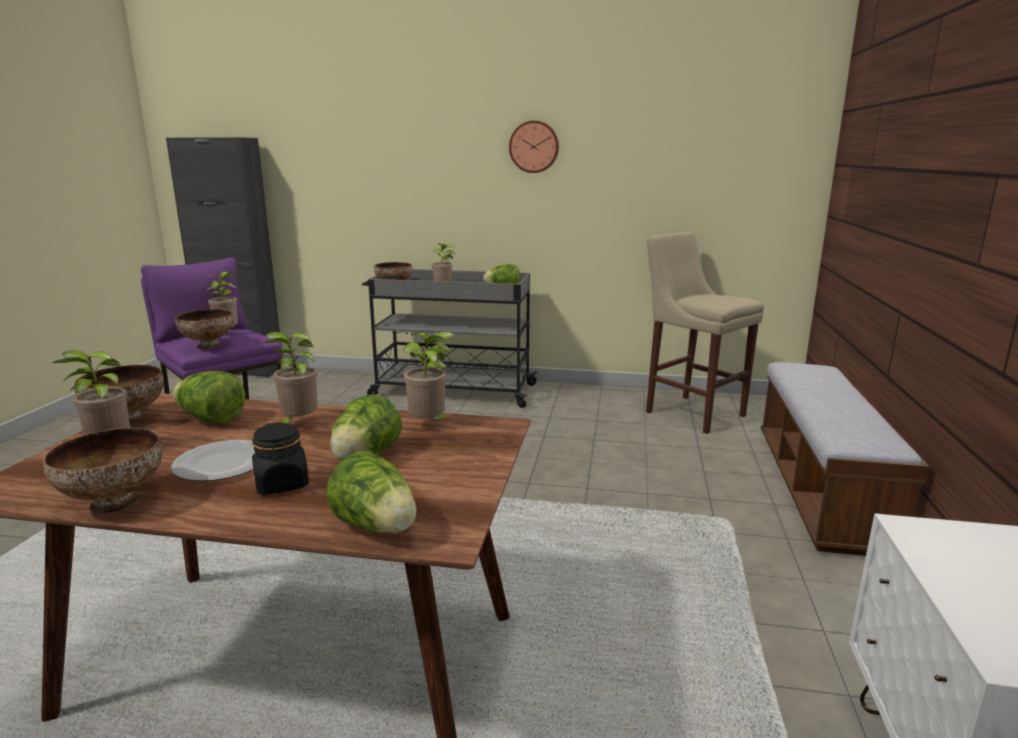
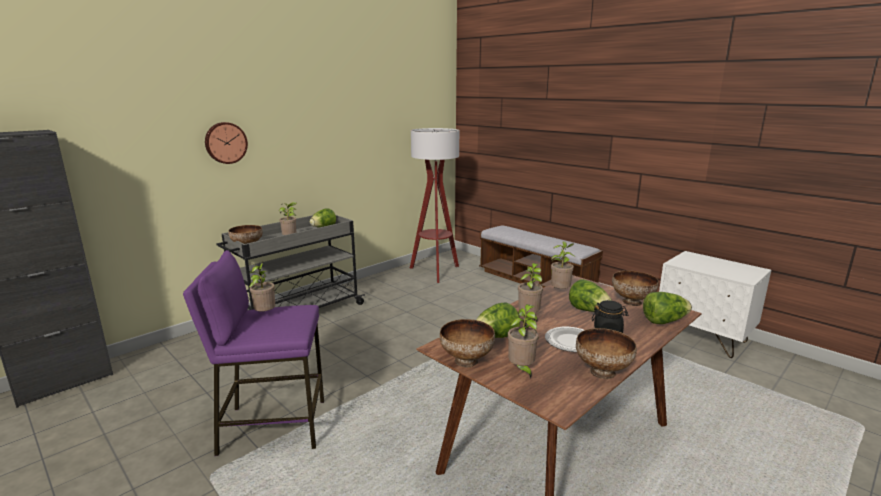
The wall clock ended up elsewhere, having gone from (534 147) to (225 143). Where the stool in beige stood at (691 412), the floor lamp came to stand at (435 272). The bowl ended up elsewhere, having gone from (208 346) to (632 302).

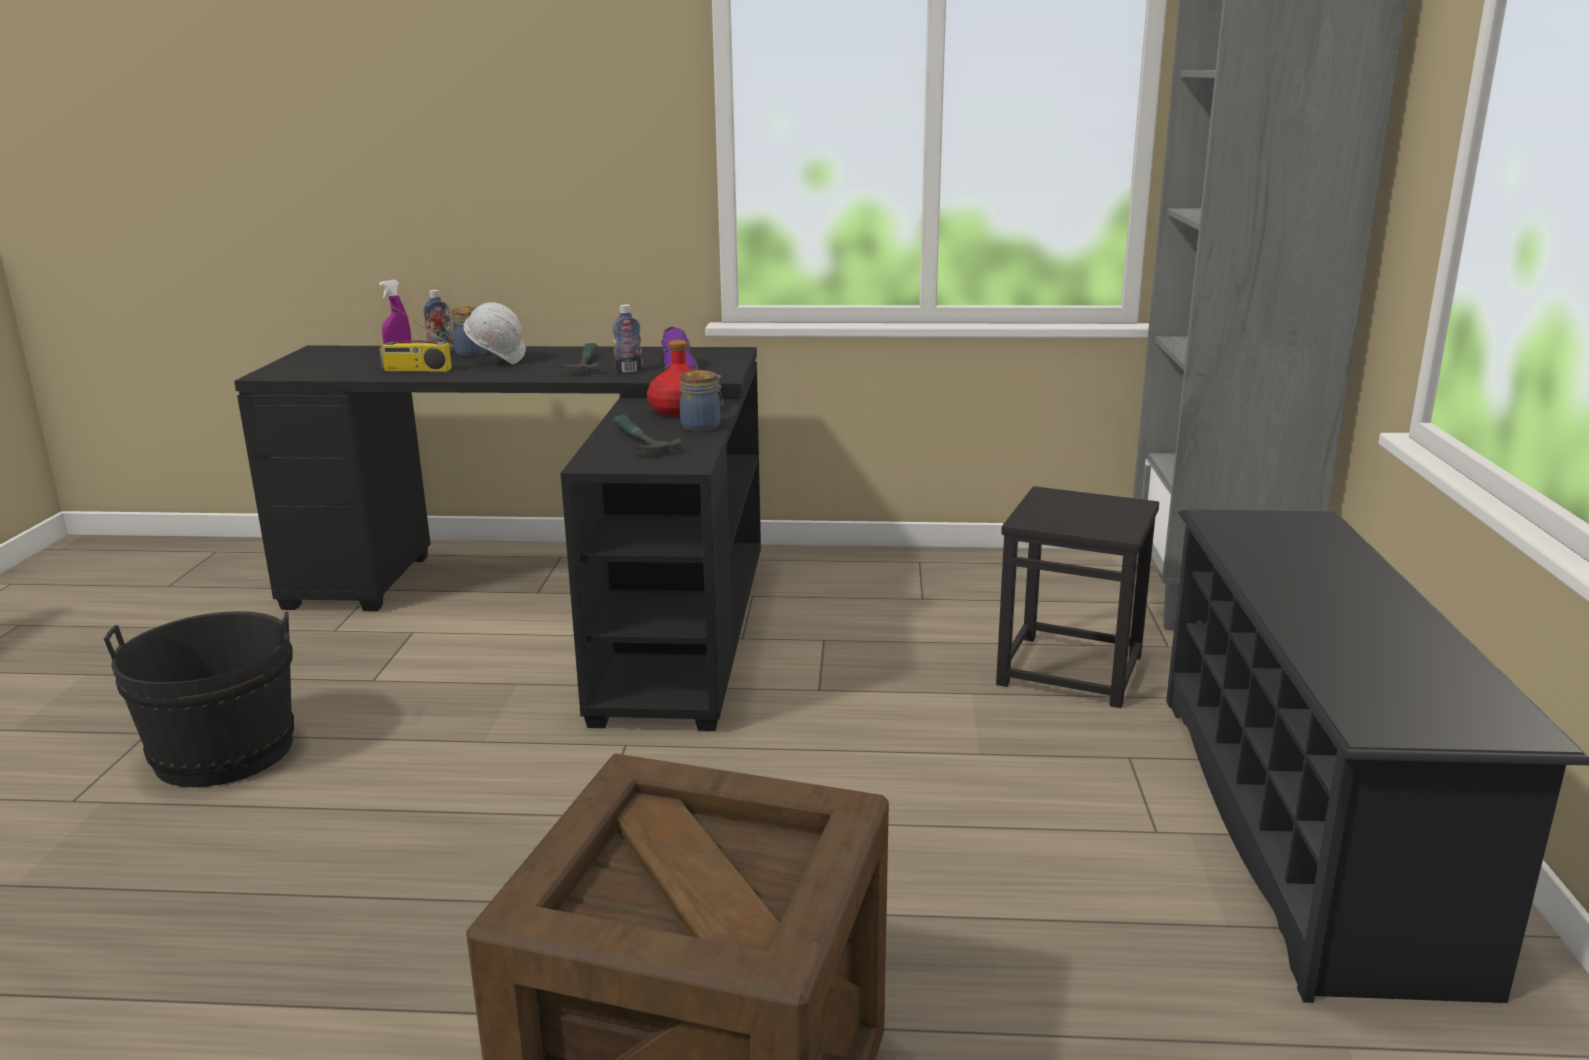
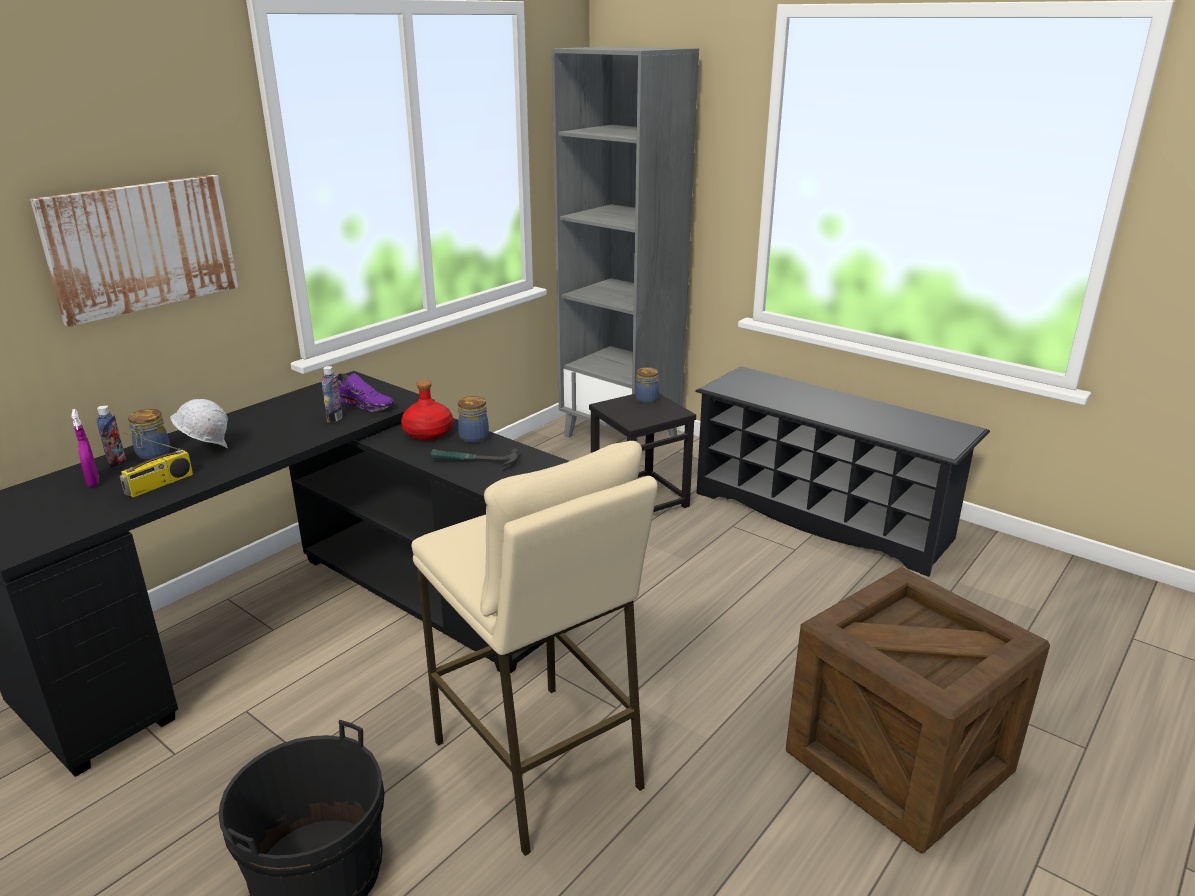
The second view gained the picture at (141 246). The second view gained the stool in beige at (538 765). The second view gained the jar at (647 399). The second view lost the hammer at (584 364).

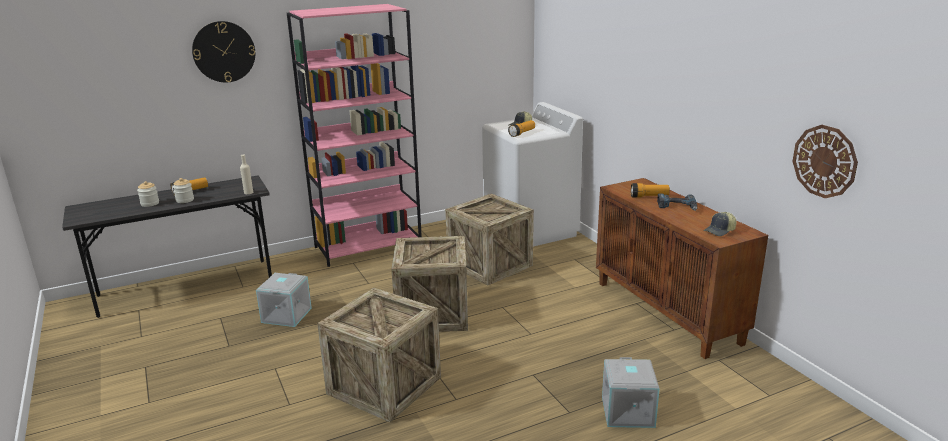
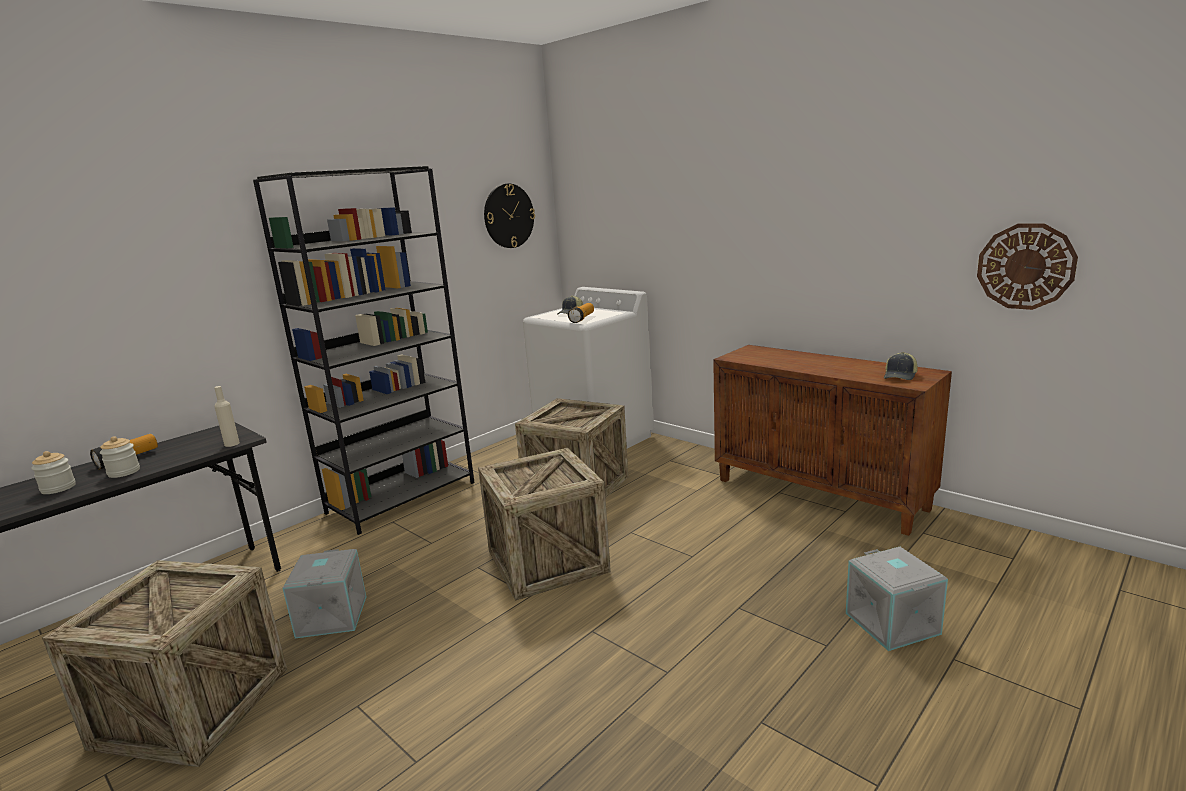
The crate ended up elsewhere, having gone from (384 385) to (192 707). What was the bookcase in pink at (368 246) turned into the bookcase in black at (402 497). The wall clock ended up elsewhere, having gone from (224 52) to (508 216). The second view lost the flashlight at (649 196). The second view lost the power drill at (677 206).

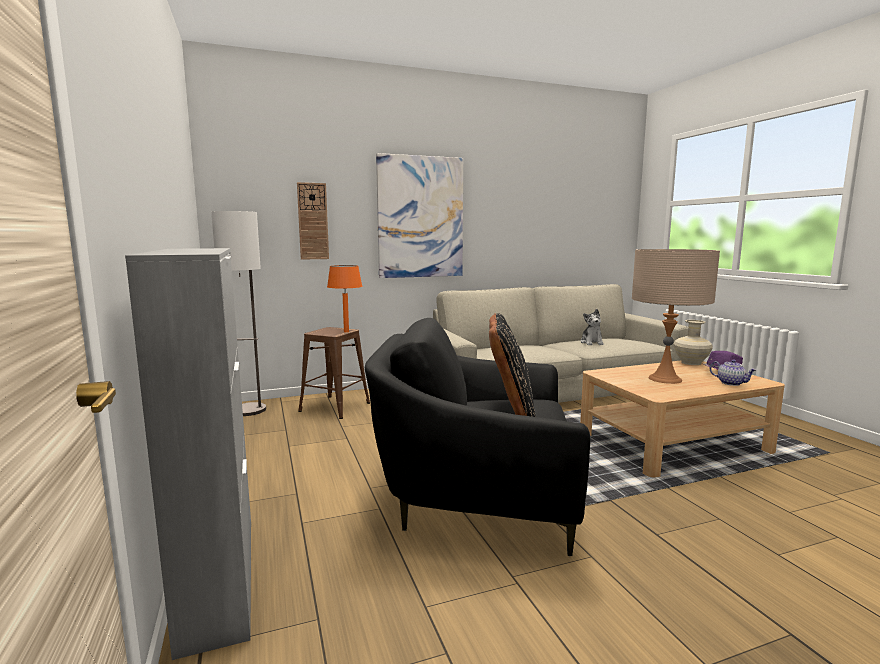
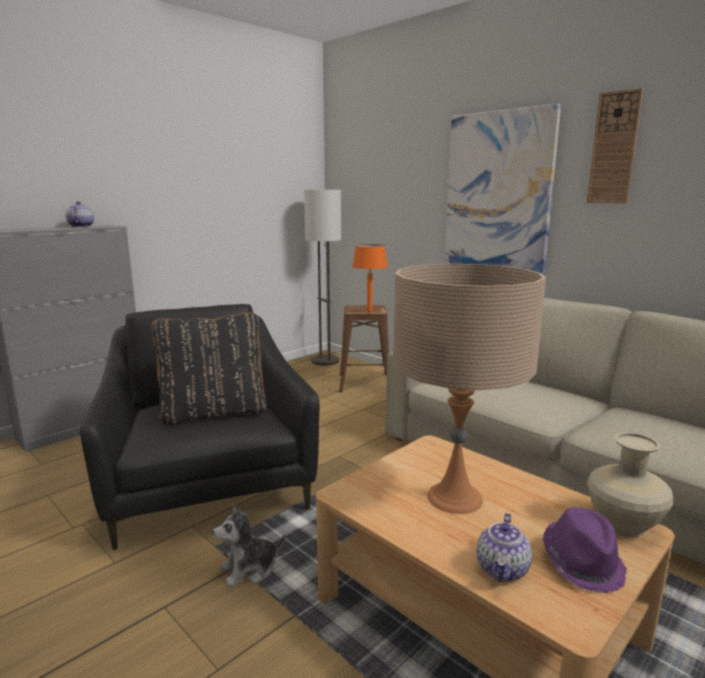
The second view gained the teapot at (80 226). The plush toy ended up elsewhere, having gone from (592 342) to (249 570). The wall clock ended up elsewhere, having gone from (313 221) to (614 148).

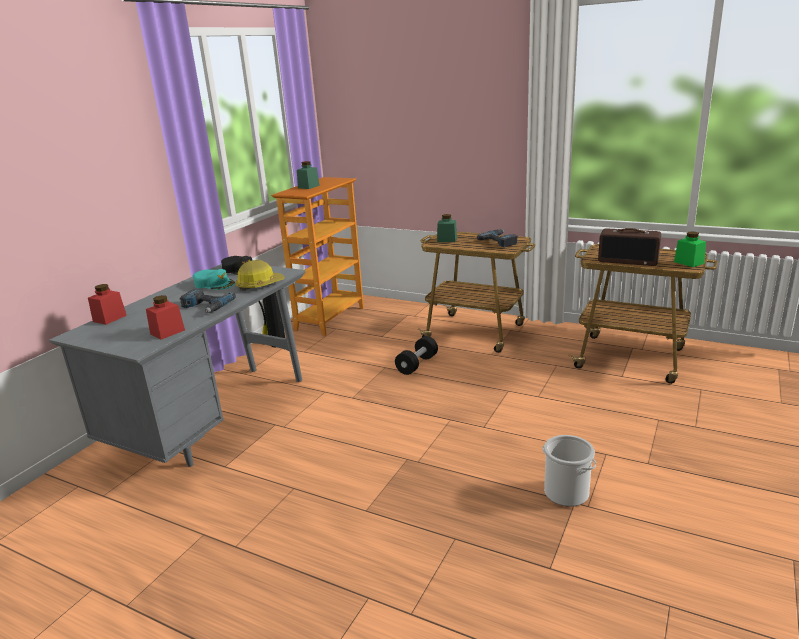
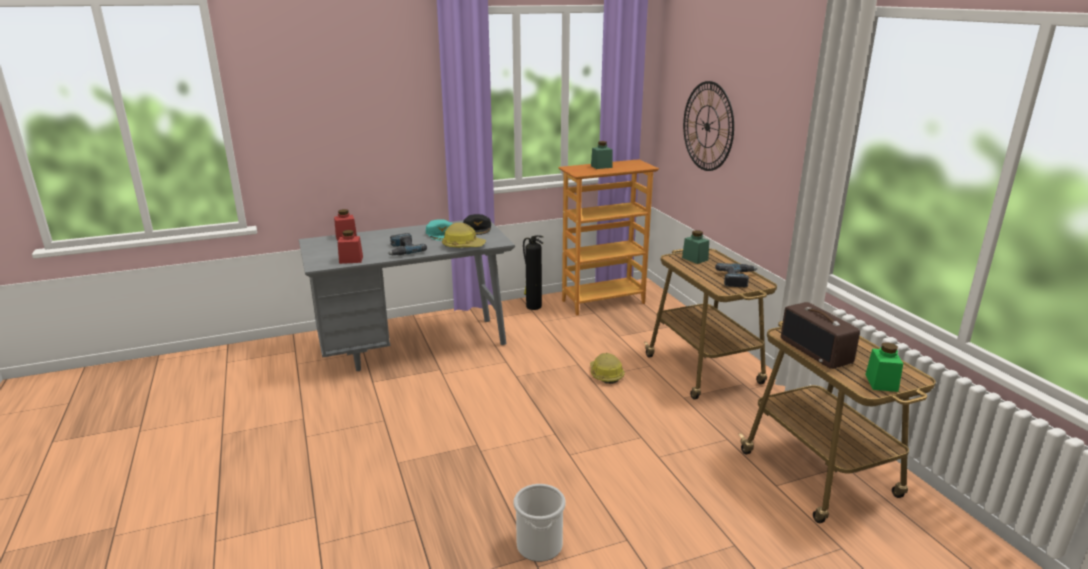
Where the dumbbell in black stood at (417 364), the hard hat came to stand at (605 374). The second view gained the wall clock at (707 126).

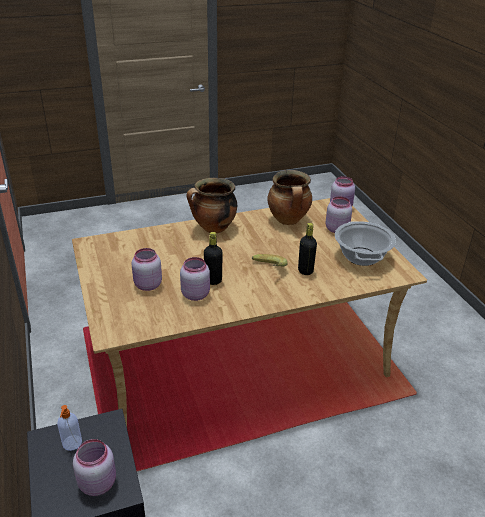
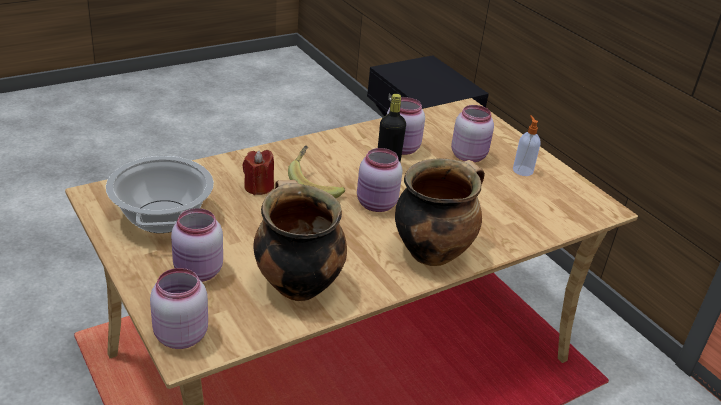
Where the bottle in black stood at (305 271), the candle in red came to stand at (258 187). The jar in pink ended up elsewhere, having gone from (98 482) to (377 205). The soap dispenser ended up elsewhere, having gone from (72 443) to (522 170).

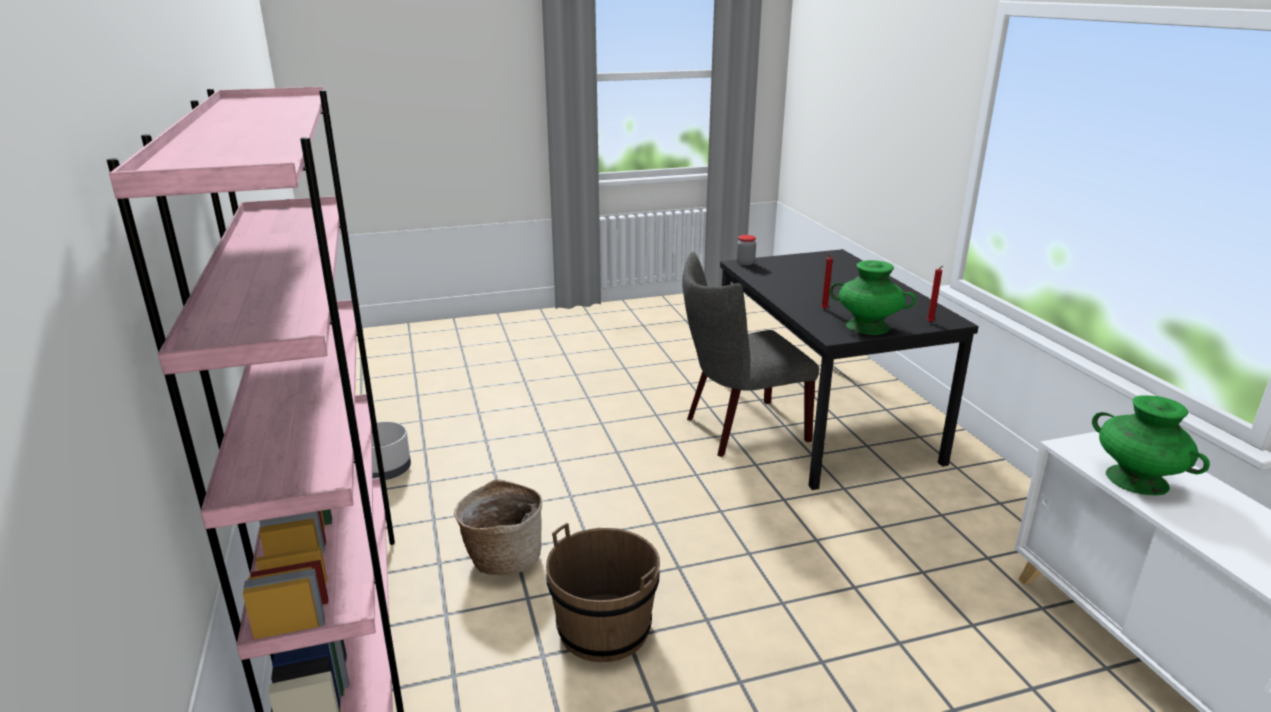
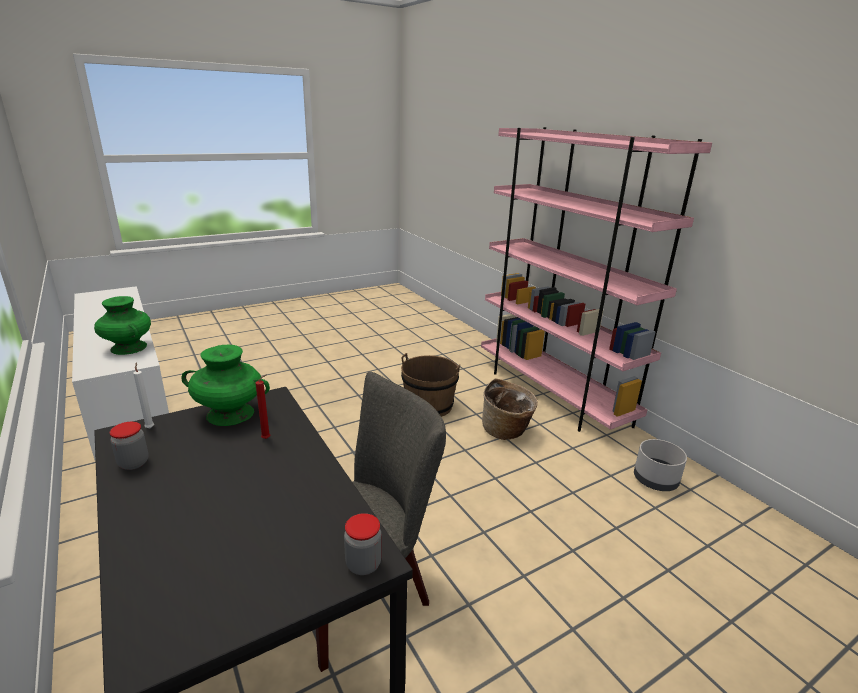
The second view gained the jar at (133 463). What was the candle in red at (930 323) turned into the candle in white at (150 427).

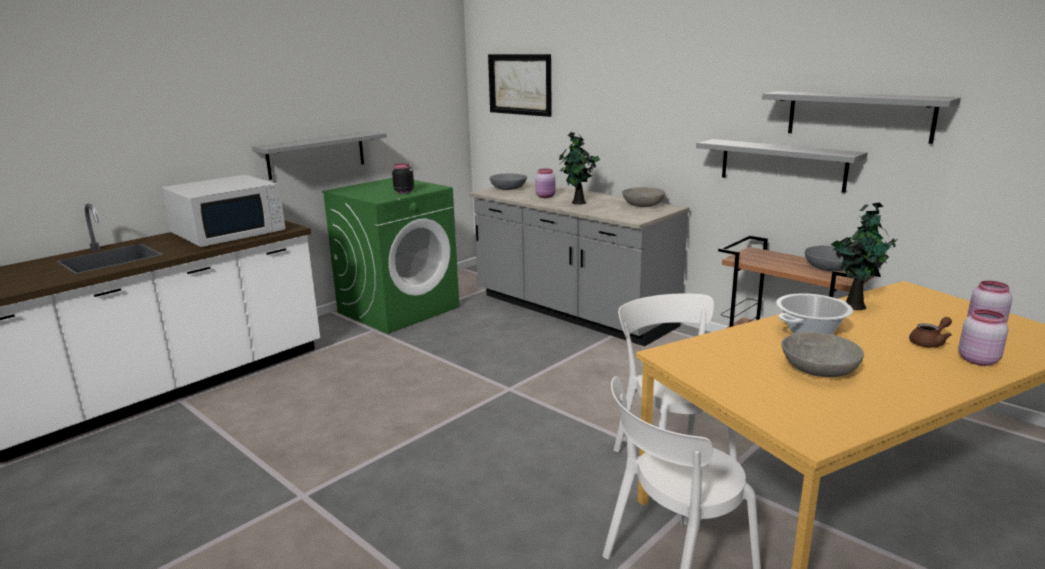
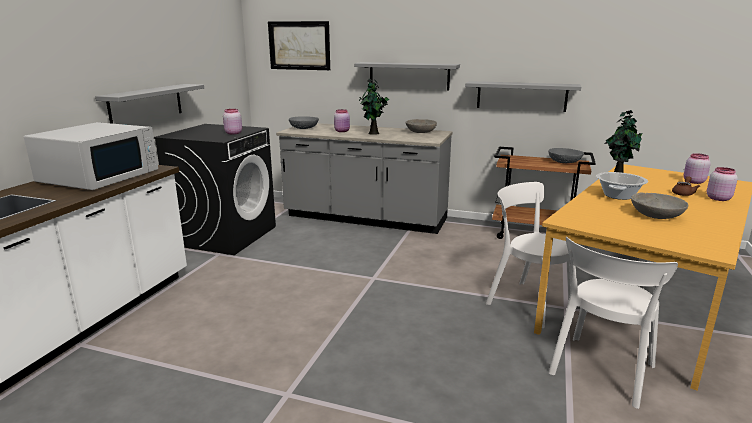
What was the washing machine in green at (399 309) turned into the washing machine in black at (225 235). What was the jar in black at (403 192) turned into the jar in pink at (233 133). The shelf in grey ended up elsewhere, having gone from (859 116) to (409 76).

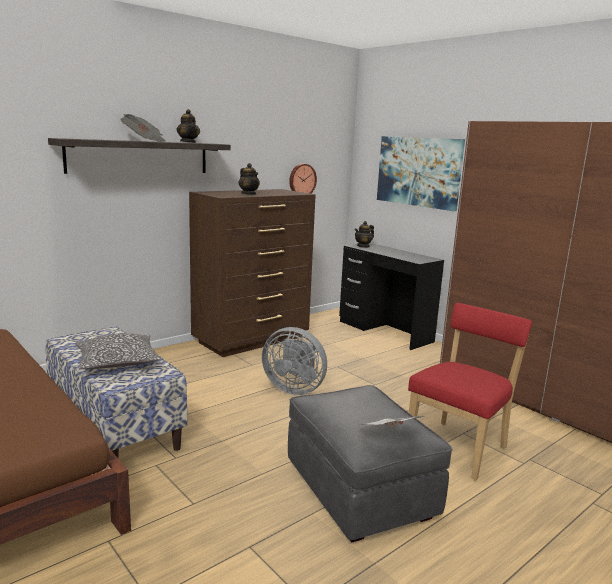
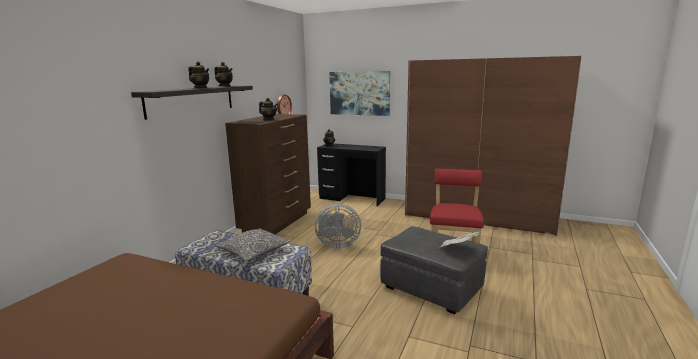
Where the newspaper stood at (145 141), the teapot came to stand at (201 88).

